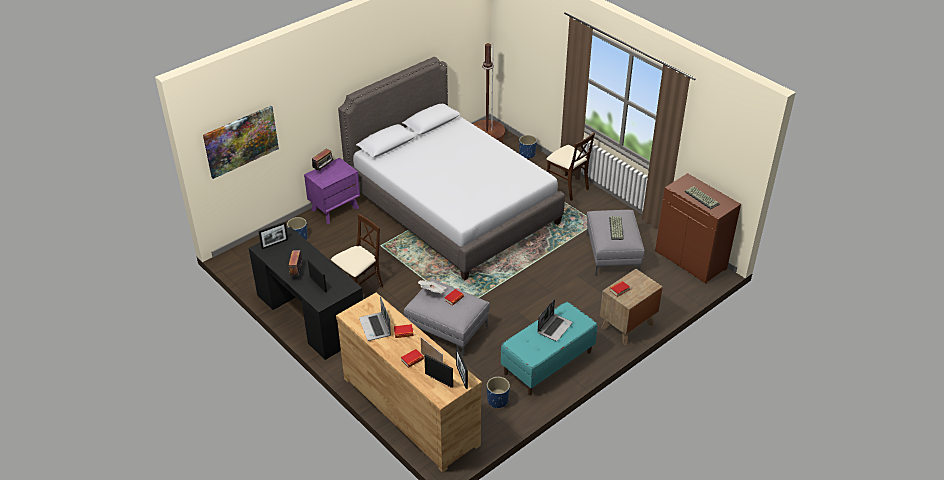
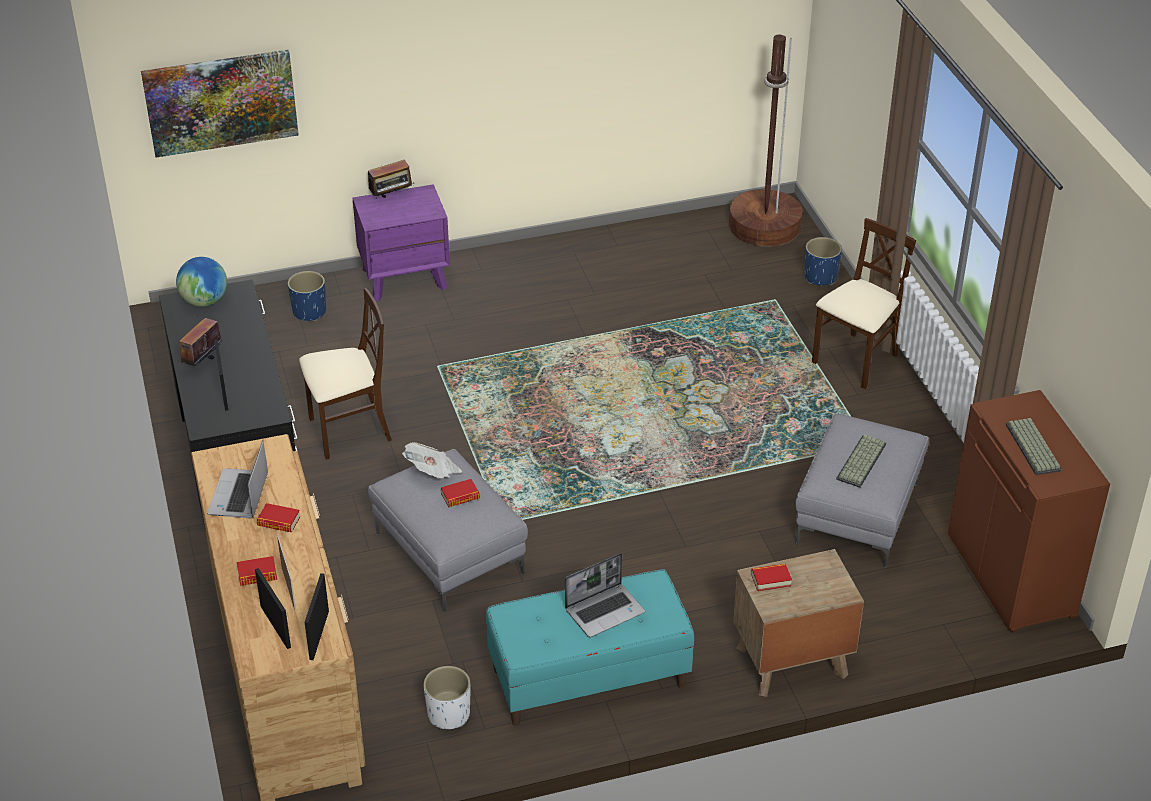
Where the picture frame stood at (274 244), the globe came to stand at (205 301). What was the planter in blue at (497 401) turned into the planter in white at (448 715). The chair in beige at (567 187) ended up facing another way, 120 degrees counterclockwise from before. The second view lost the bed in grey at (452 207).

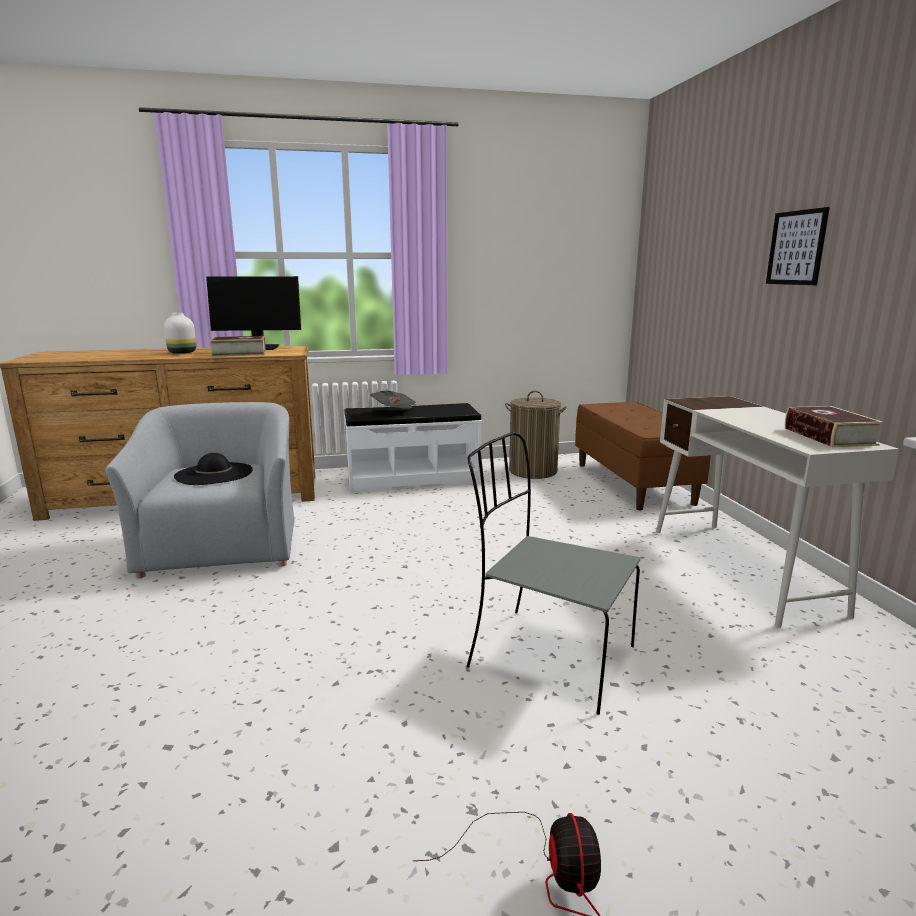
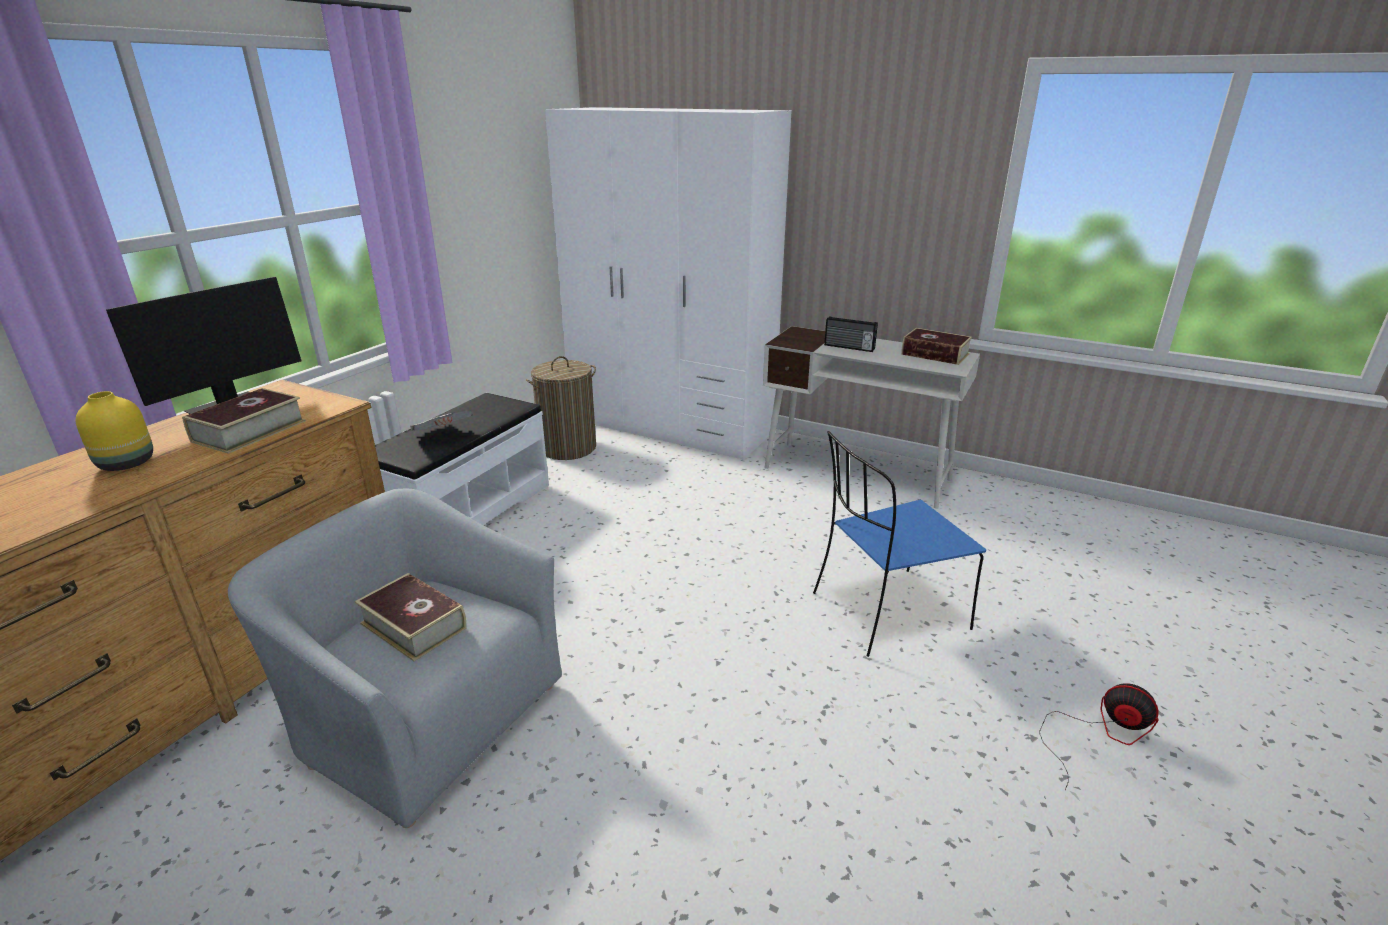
What was the vase in white at (183 352) turned into the vase in yellow at (127 463). Where the hat in black stood at (214 473), the book came to stand at (413 625). Where the bench in brown stood at (633 483), the wardrobe in white came to stand at (671 426). What was the chair in grey at (547 656) turned into the chair in blue at (886 612). The second view gained the radio at (849 347). The second view lost the picture at (796 248).

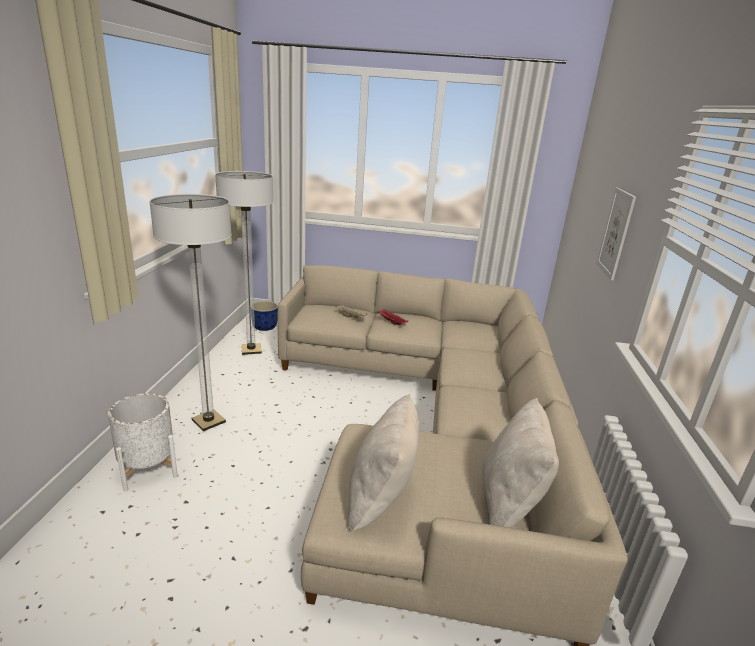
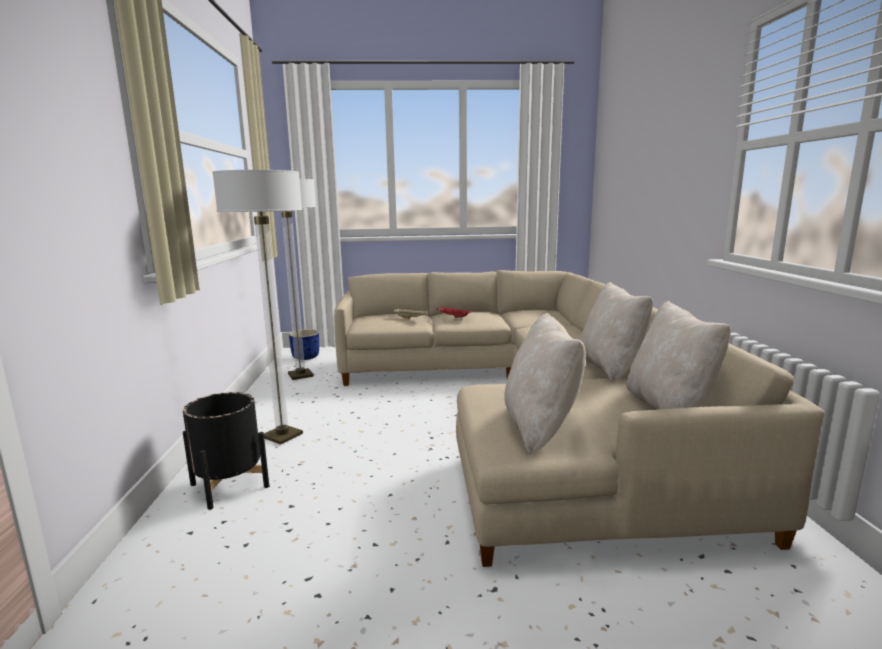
What was the planter in white at (148 468) turned into the planter in black at (229 485). The second view gained the pillow in beige at (610 368). The second view lost the picture at (615 233).

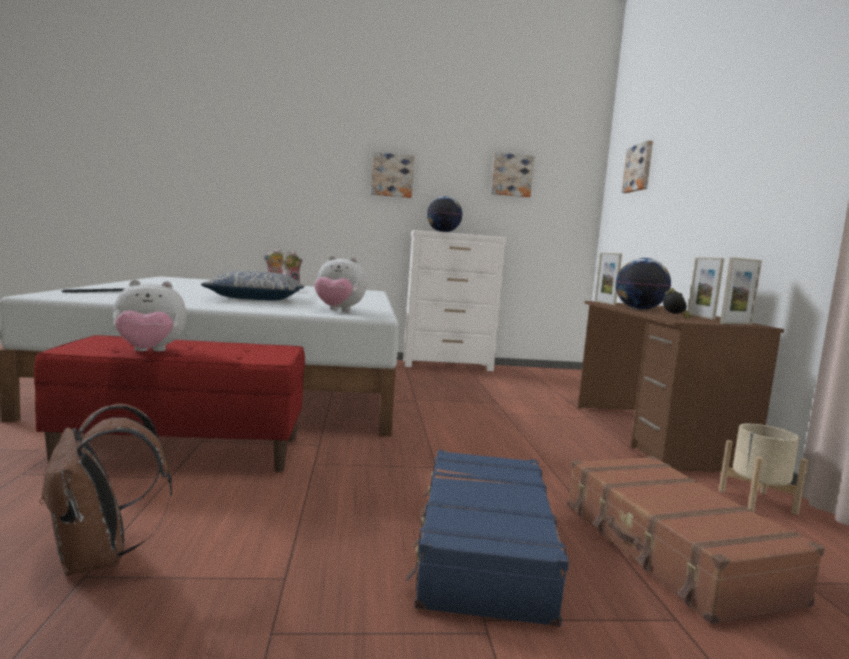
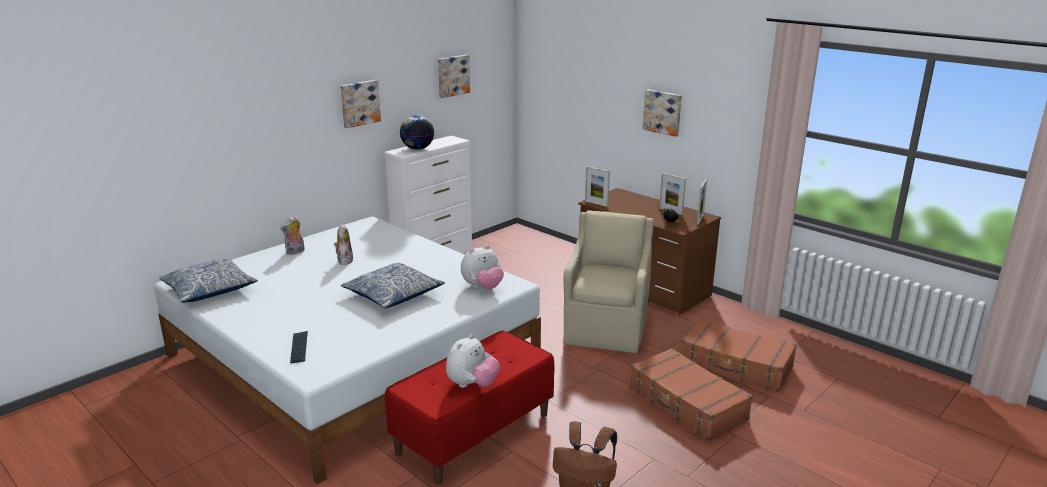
The second view gained the pillow at (209 289). The second view gained the armchair in beige at (606 329). What was the suitcase in blue at (482 549) turned into the suitcase in brown at (686 404). The picture ended up elsewhere, having gone from (639 168) to (663 112). The second view lost the globe at (639 309). The second view lost the planter in beige at (756 501).

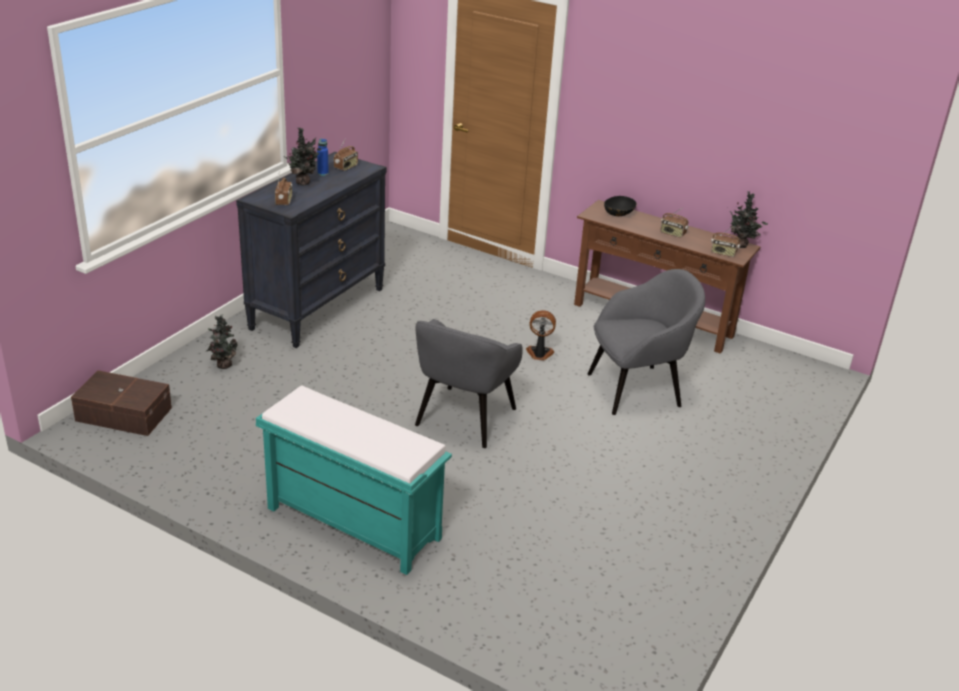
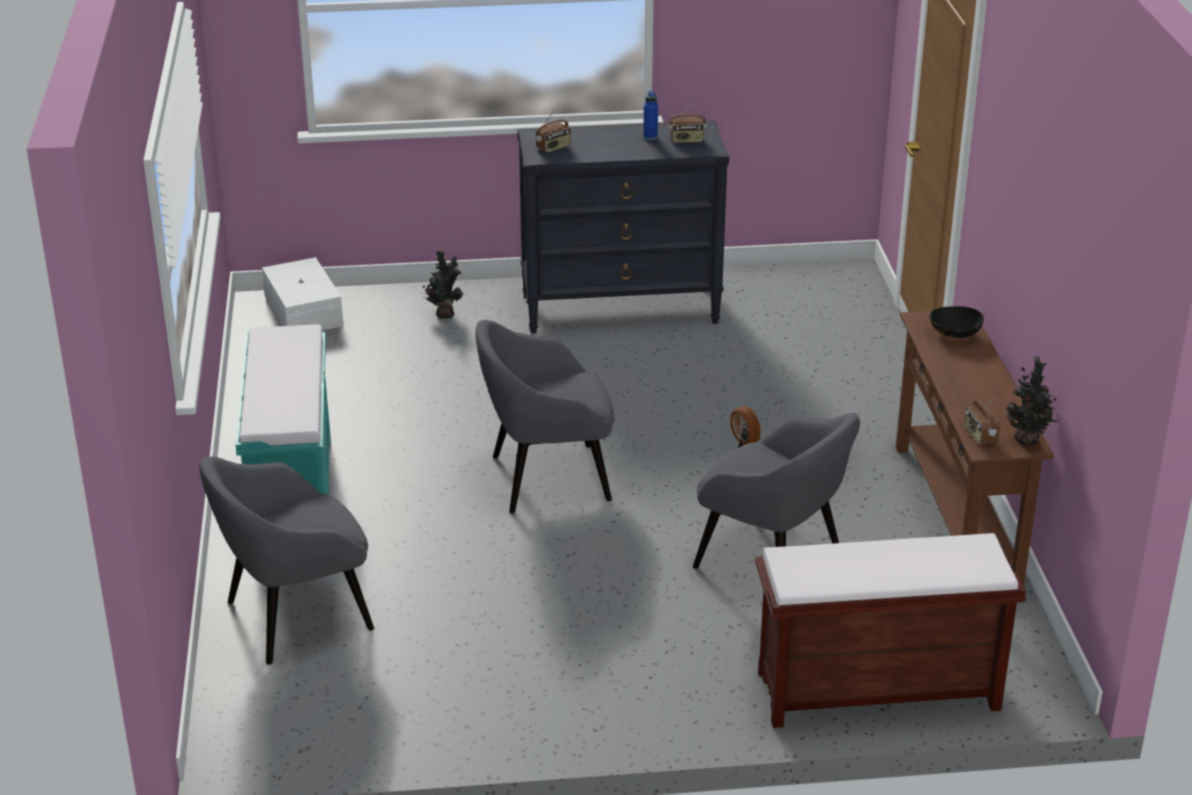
The second view gained the armchair in grey at (295 616). What was the storage box in brown at (124 413) turned into the storage box in white at (305 310). The second view gained the bench in brown at (875 692). The second view lost the potted plant at (303 182). The second view lost the radio at (672 233).

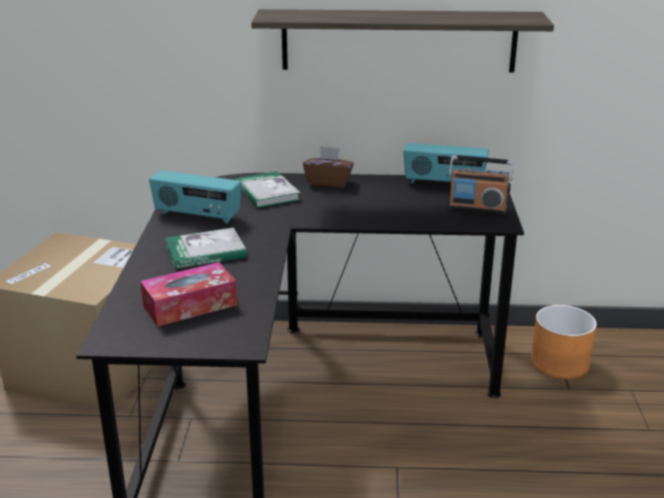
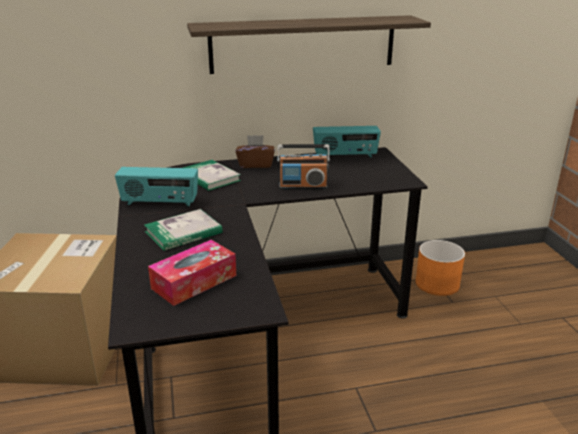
The radio ended up elsewhere, having gone from (477 207) to (303 186).

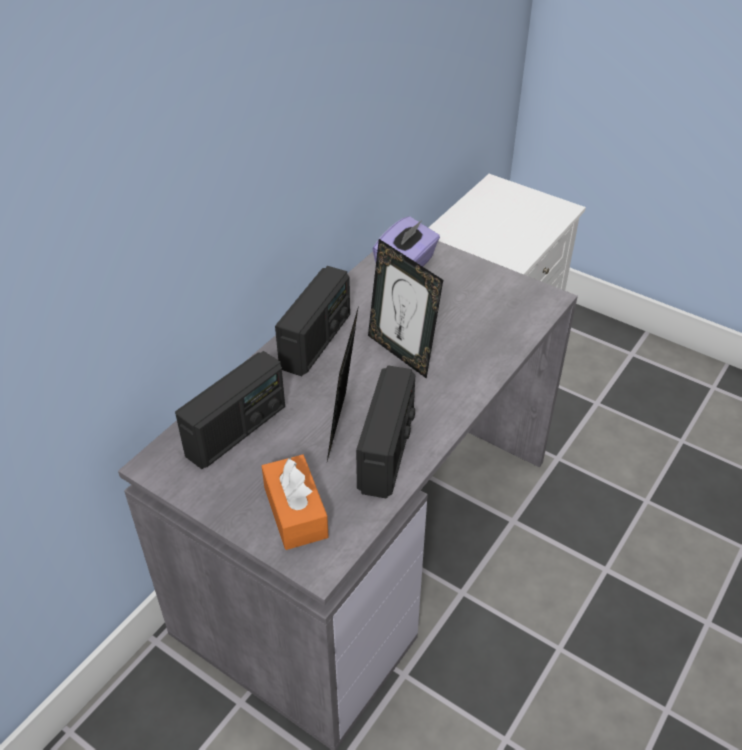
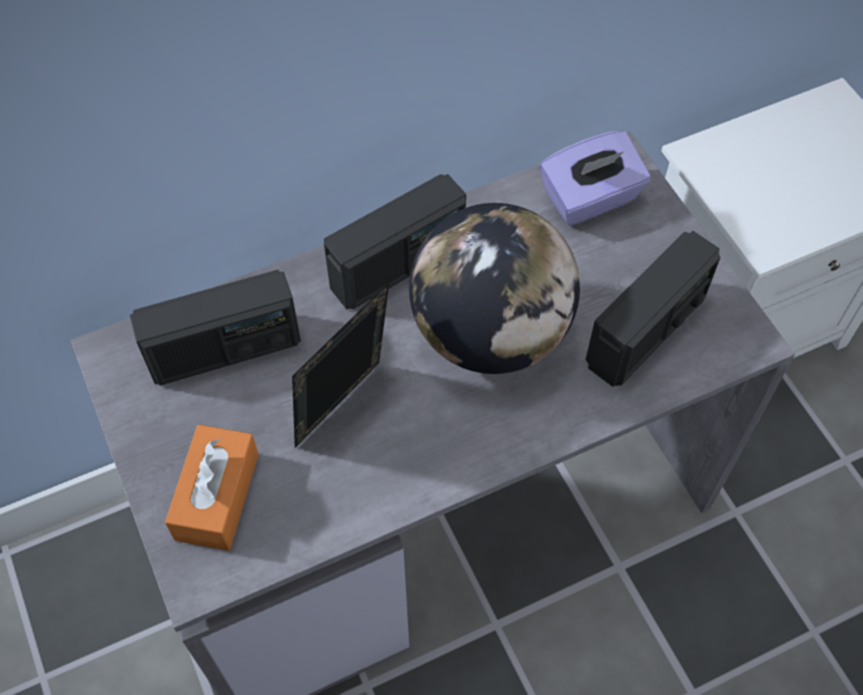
Where the picture frame stood at (401 353), the globe came to stand at (490 333). The radio ended up elsewhere, having gone from (387 451) to (646 331).

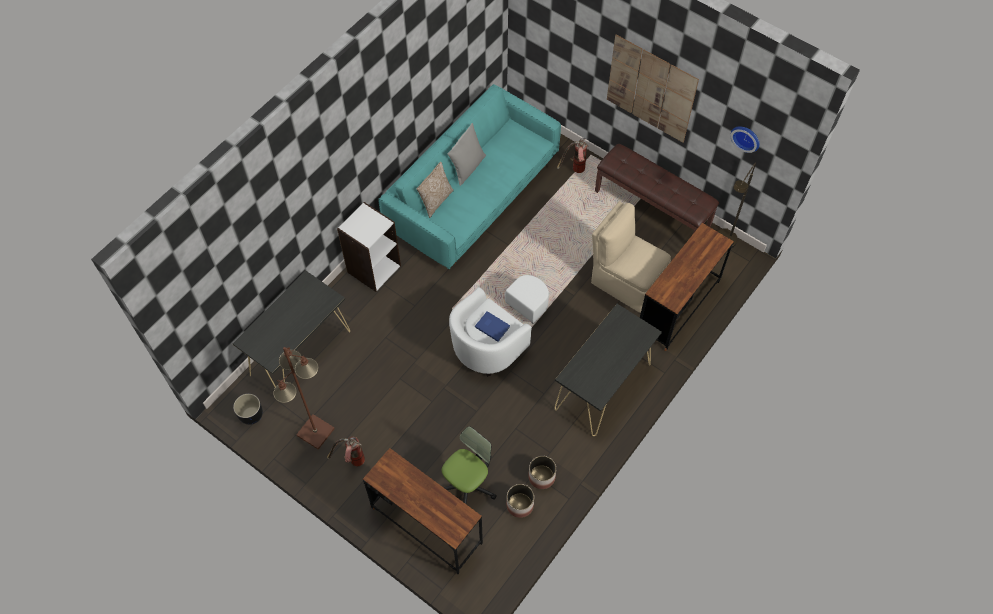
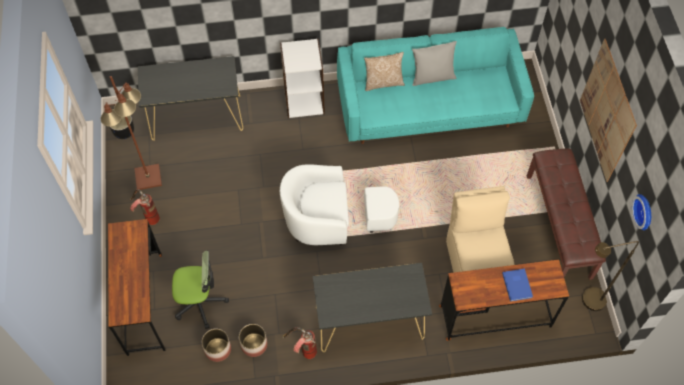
The fire extinguisher ended up elsewhere, having gone from (574 170) to (303 351). The book in blue ended up elsewhere, having gone from (492 326) to (517 285).

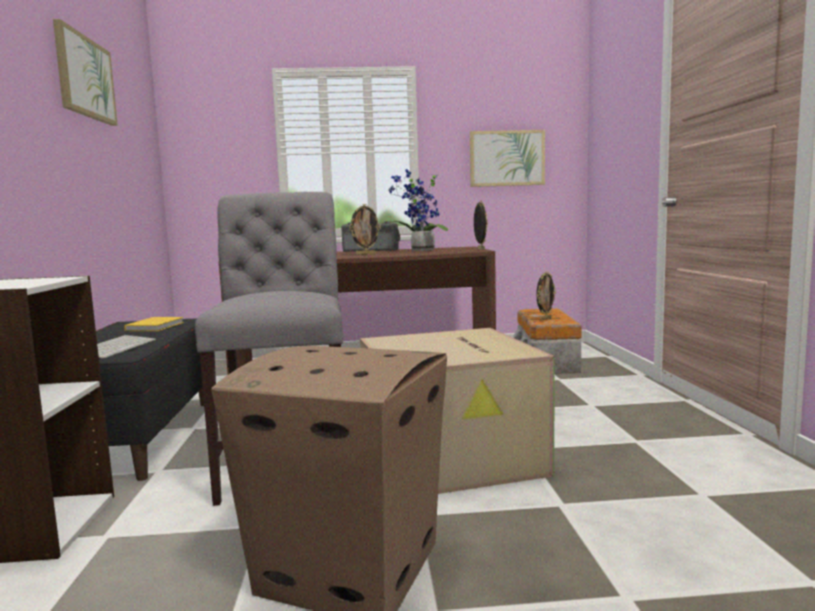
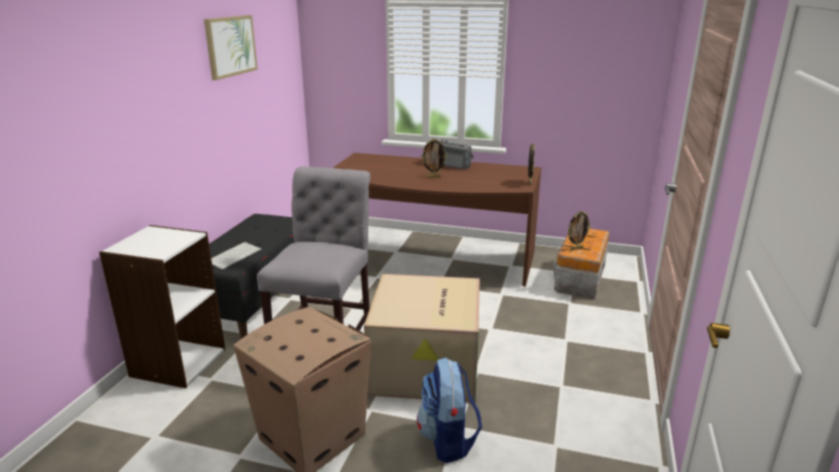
The second view gained the backpack at (448 440). The second view lost the book in yellow at (156 326). The second view lost the potted plant at (420 251). The second view lost the picture at (507 158).

